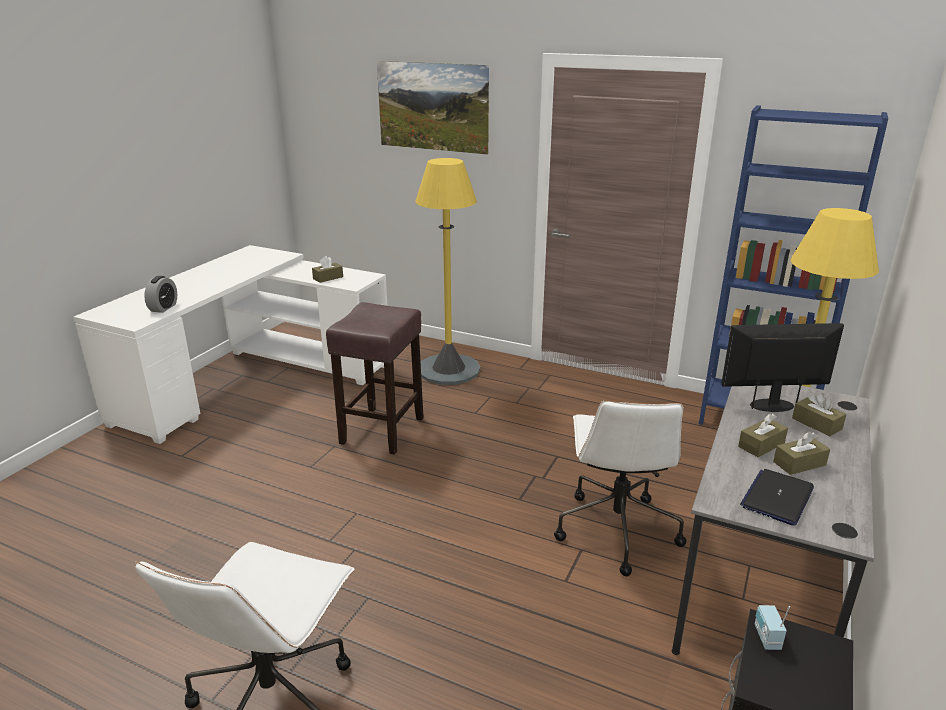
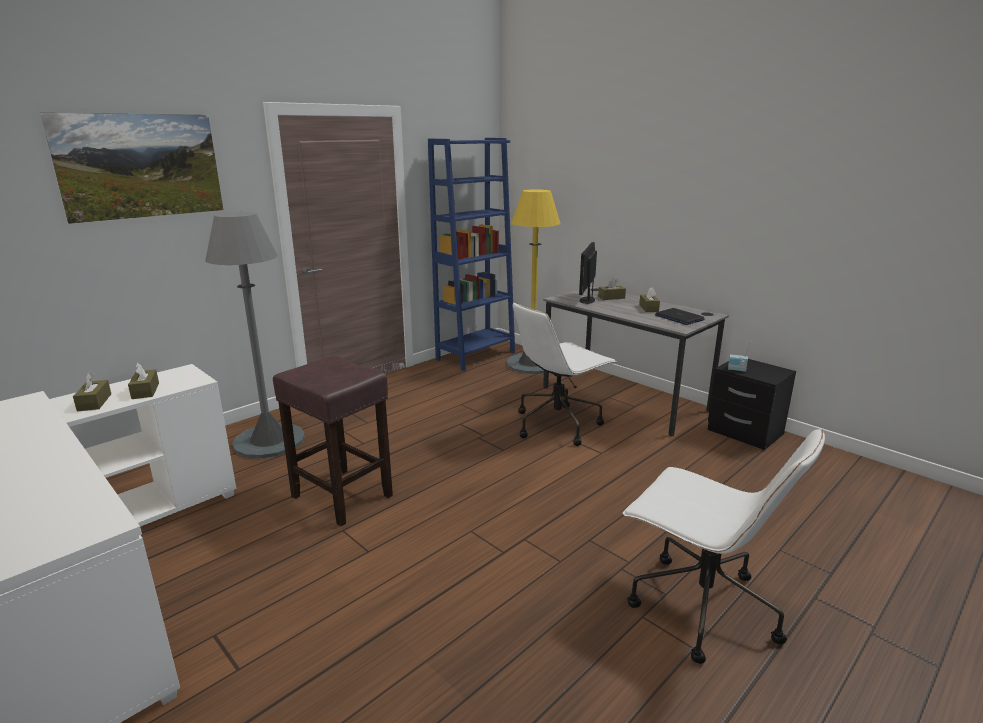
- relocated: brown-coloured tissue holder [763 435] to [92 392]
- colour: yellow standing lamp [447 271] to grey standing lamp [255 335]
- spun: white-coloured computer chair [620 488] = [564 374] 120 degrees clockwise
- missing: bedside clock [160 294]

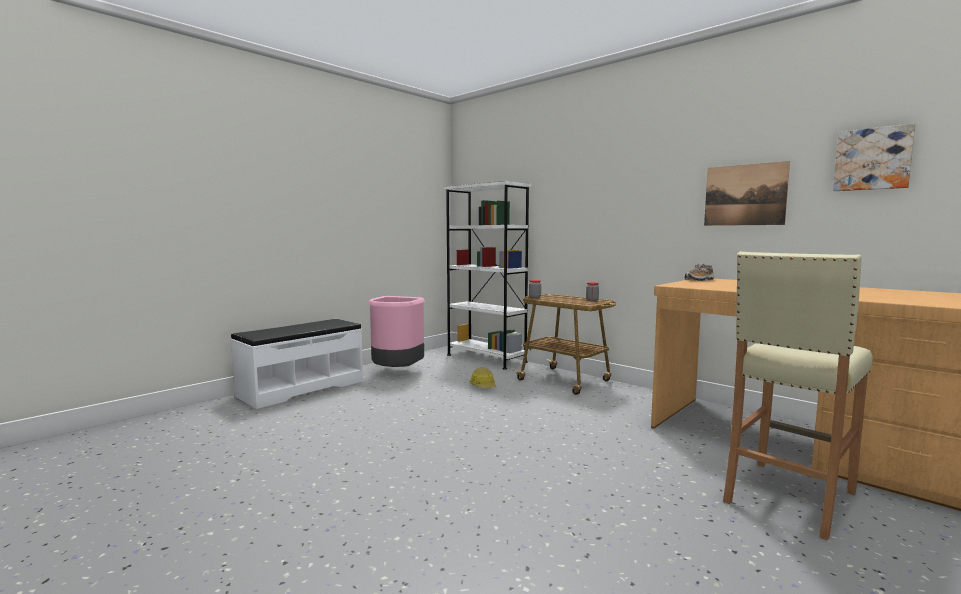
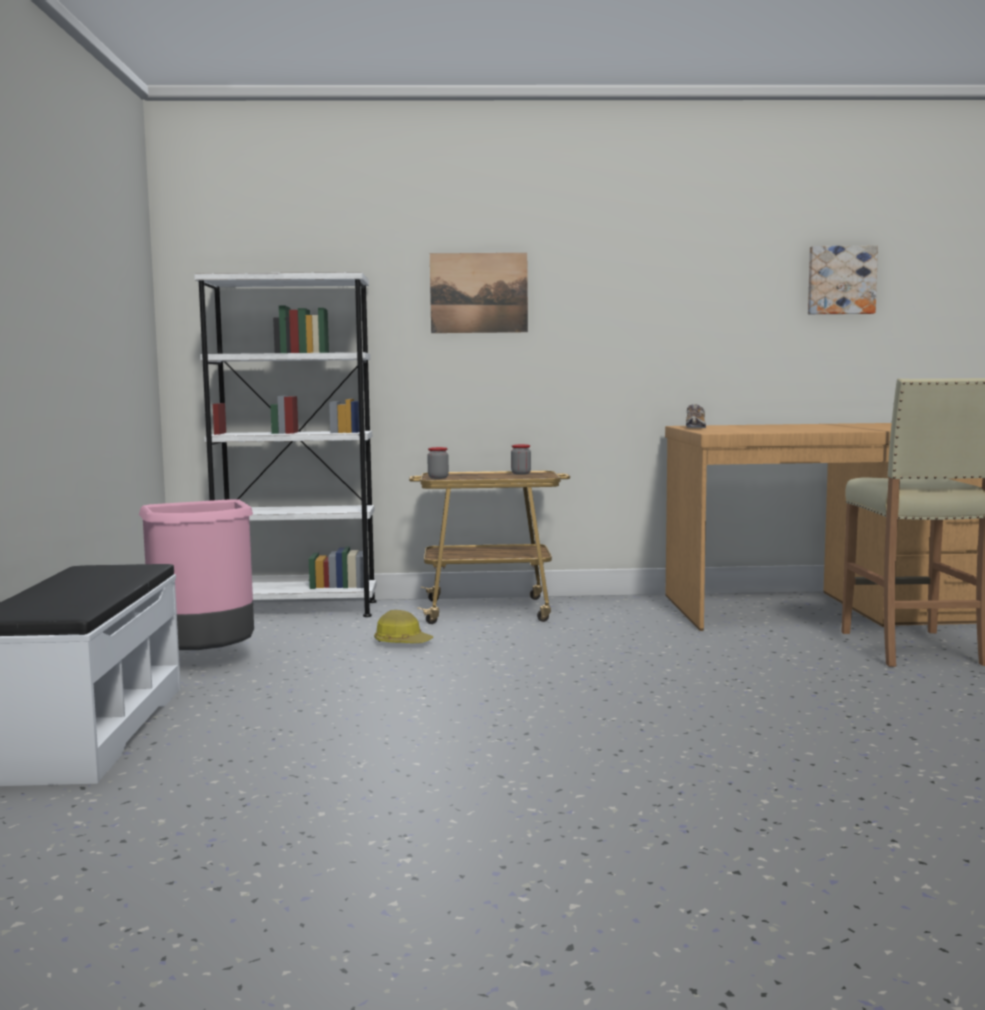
- relocated: picture [747 193] to [479 293]

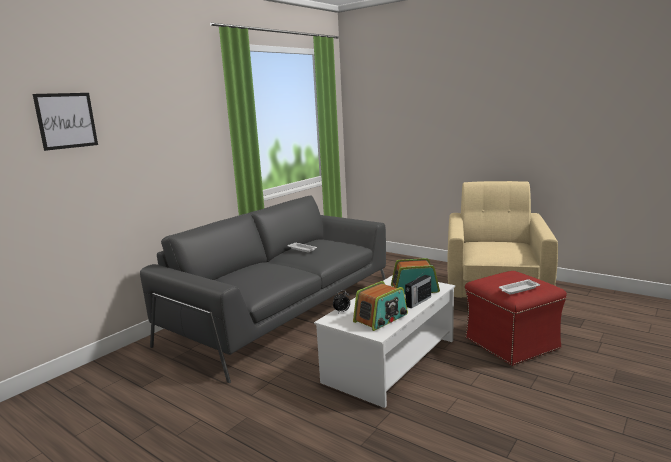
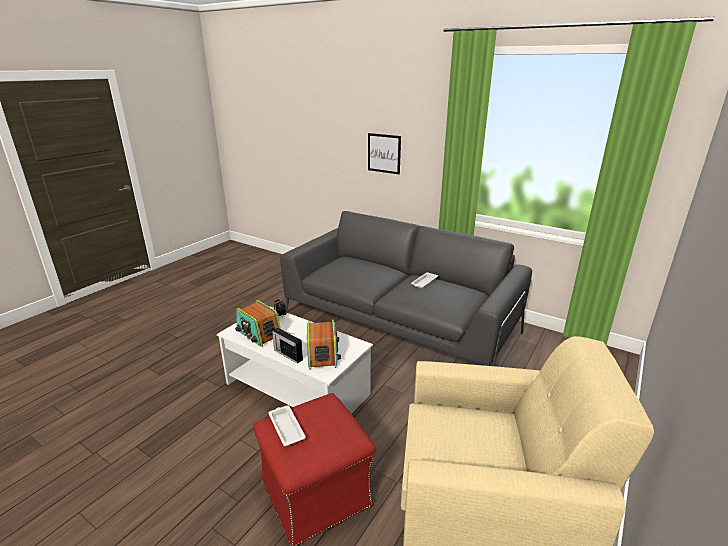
- relocated: picture [65 122] to [384 153]

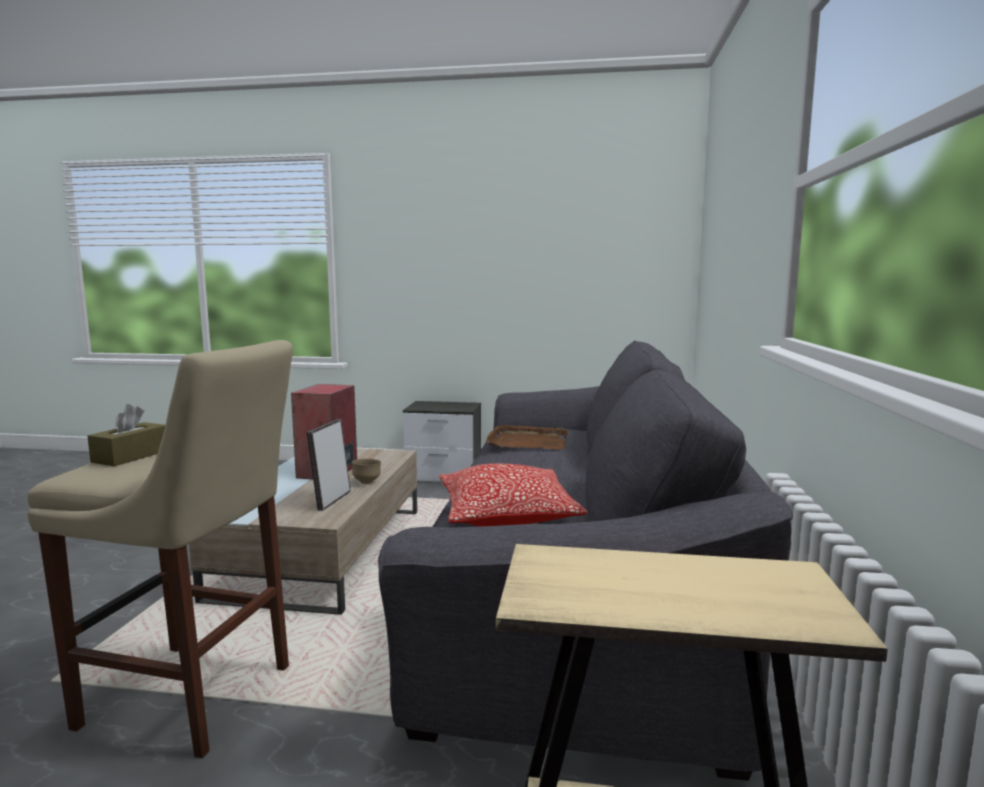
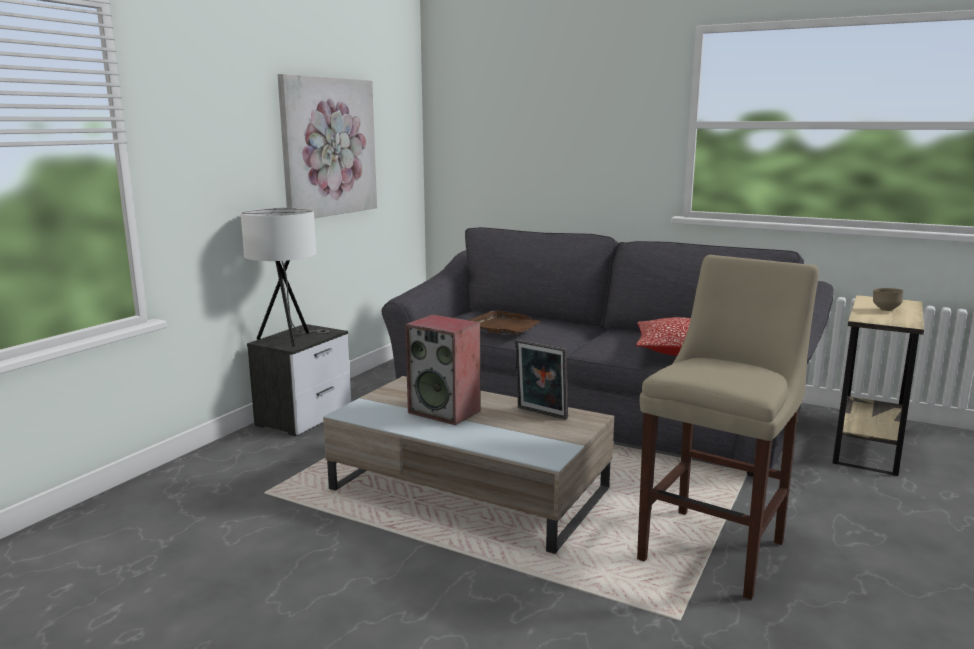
- appeared: white-coloured table lamp [285 277]
- appeared: picture [327 146]
- relocated: brown-coloured deep dish [366 471] to [888 299]
- missing: brown-coloured tissue holder [126 435]

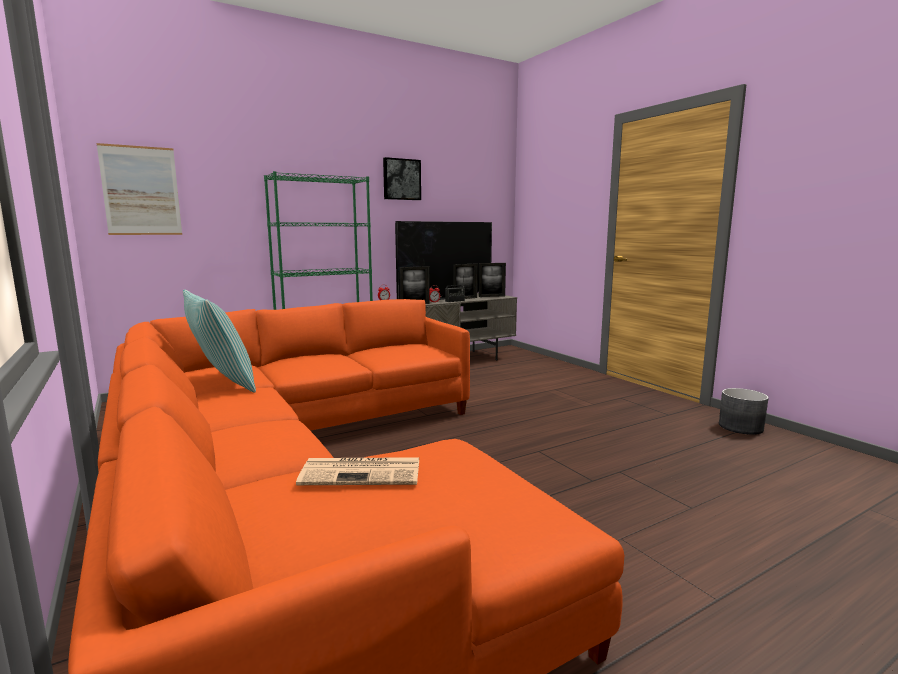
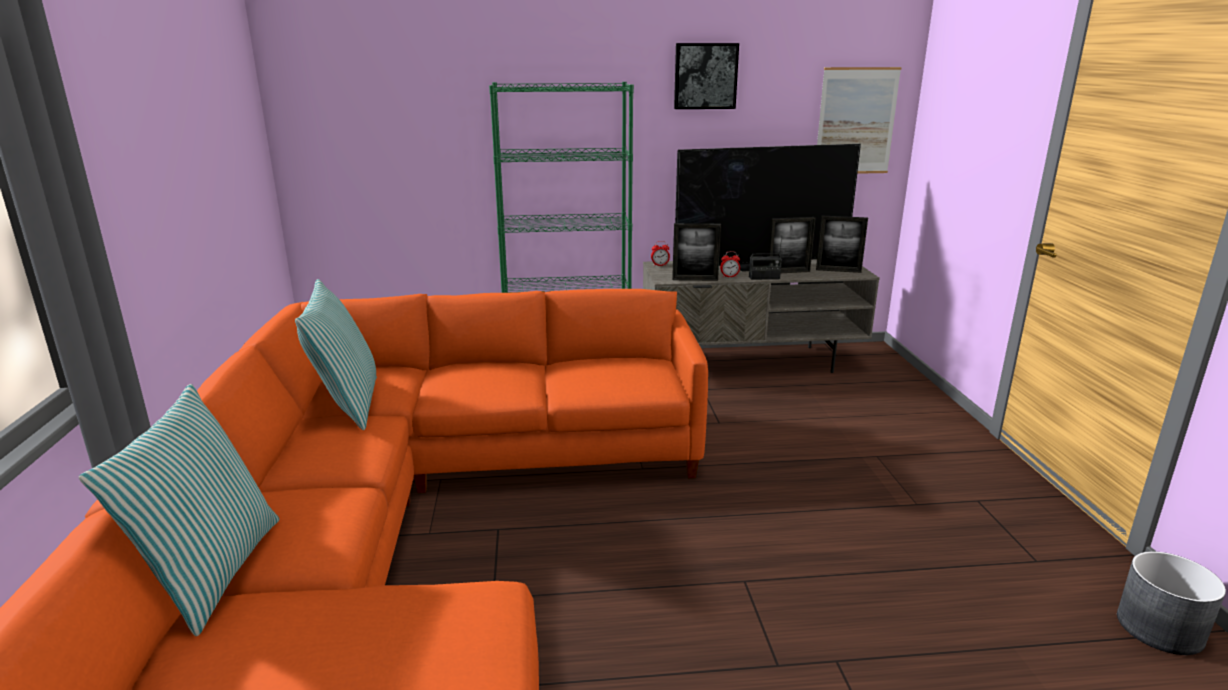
- appeared: throw pillow [179 510]
- relocated: picture [139 189] to [859 120]
- missing: daily paper [357 471]

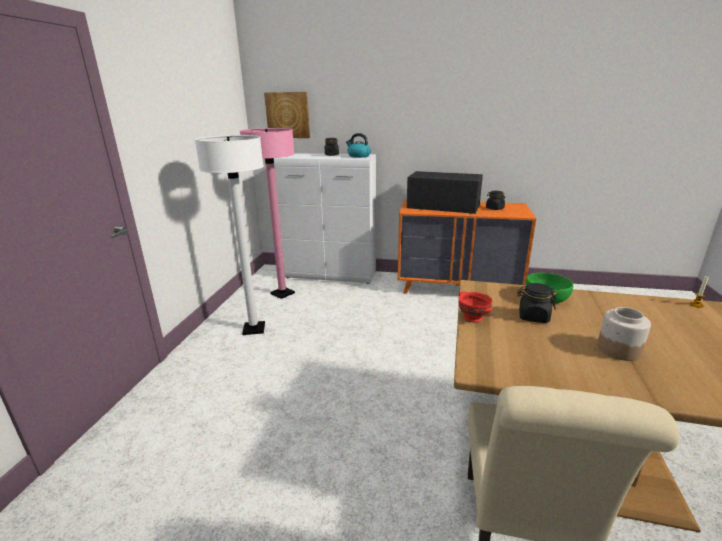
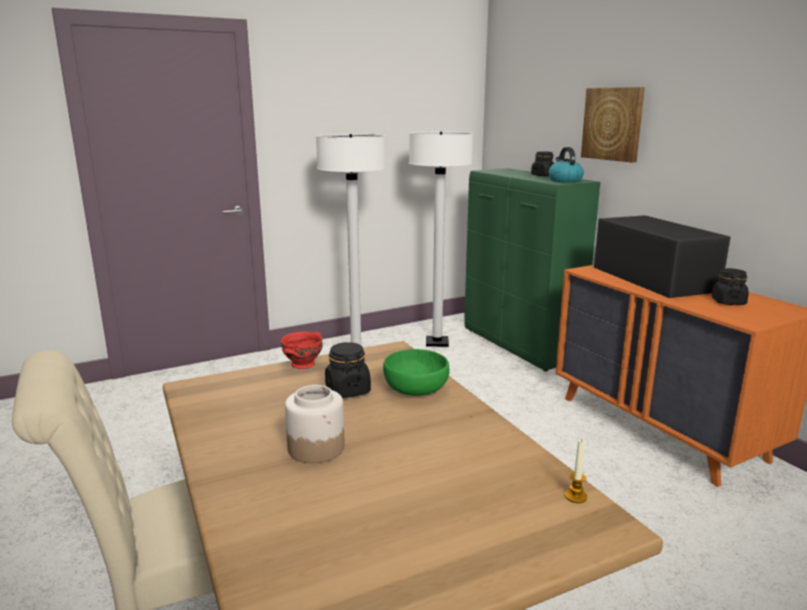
- colour: pink standing lamp [267 213] to white-coloured standing lamp [441 239]
- colour: white-coloured cabinet [325 218] to greenish cabinet [532 270]
- relocated: picture [287 115] to [613 125]

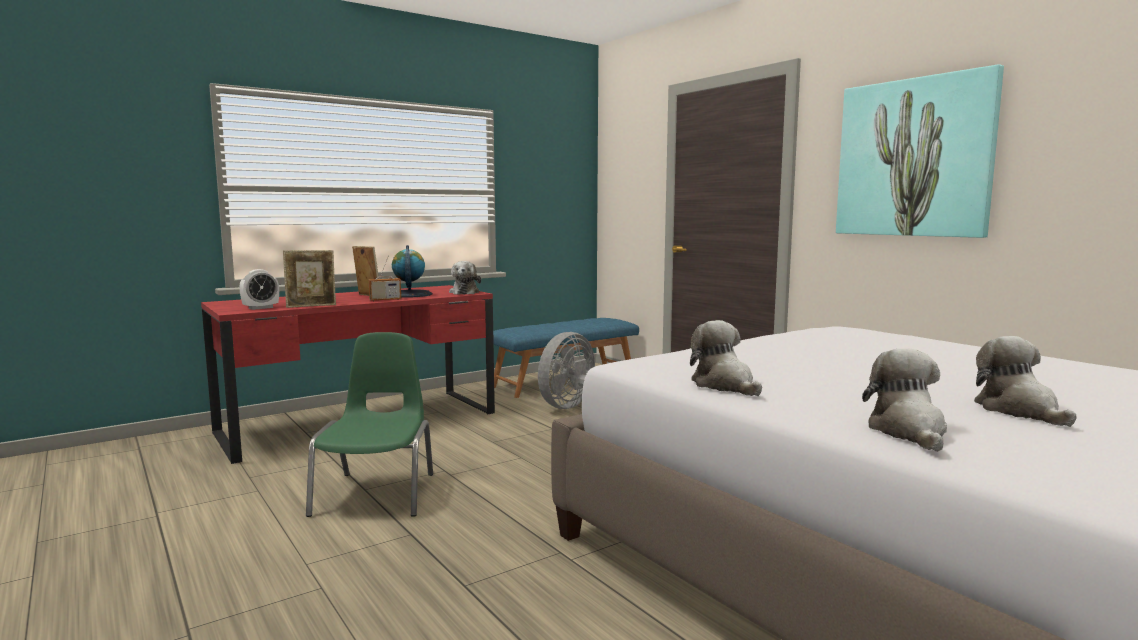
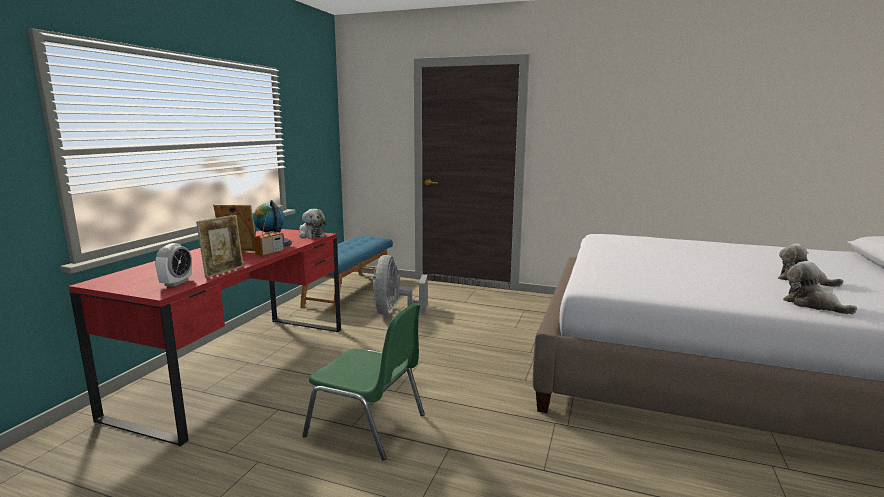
- spun: greenish plain chair [369 424] = [363 381] 150 degrees clockwise
- missing: soft toy [726 358]
- missing: picture [920 151]

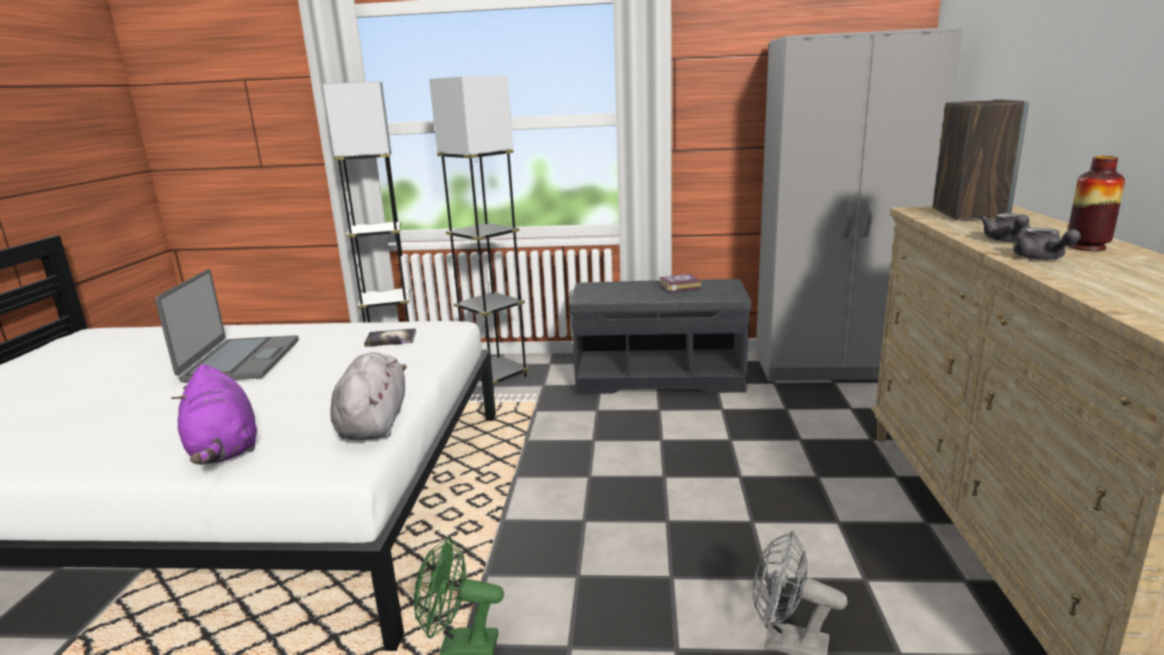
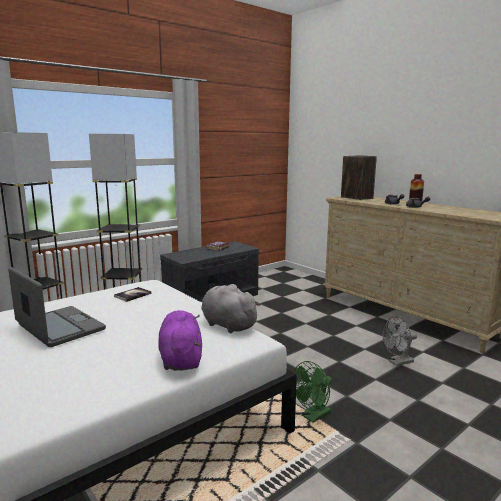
- spun: purple-coloured soft toy [214 414] = [180 340] 120 degrees counterclockwise
- missing: grey armoire [859 204]

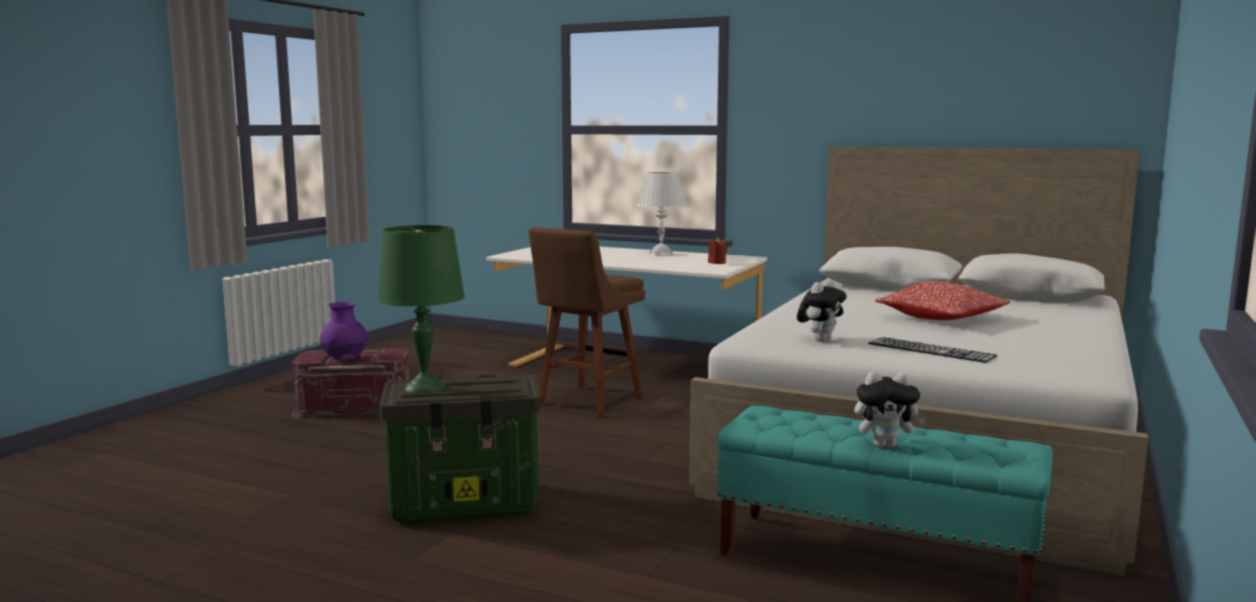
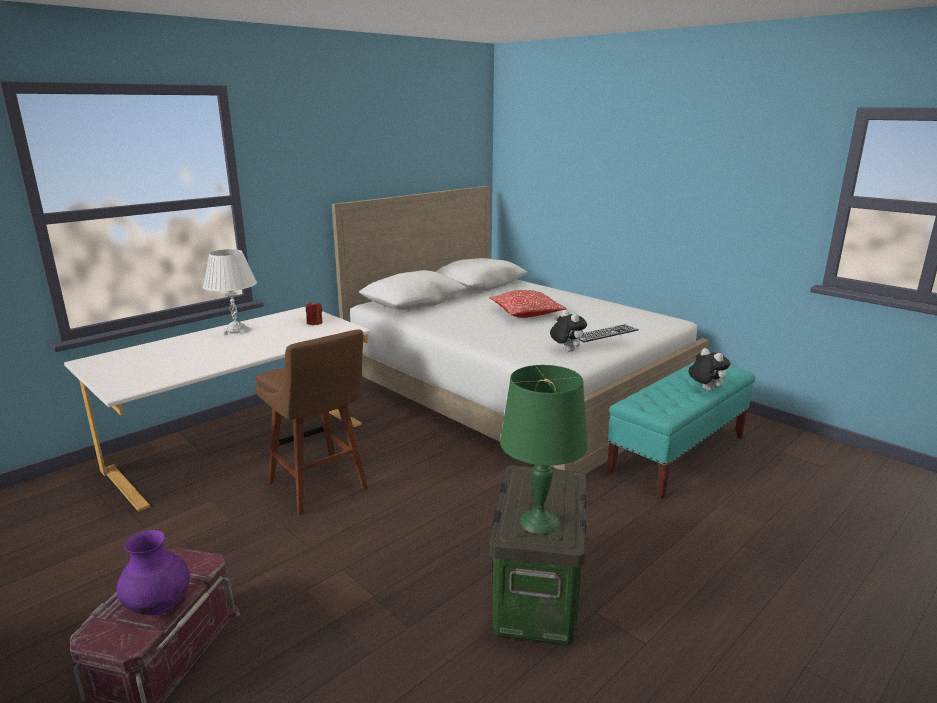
- spun: soft toy [890 410] = [709 369] 60 degrees counterclockwise

